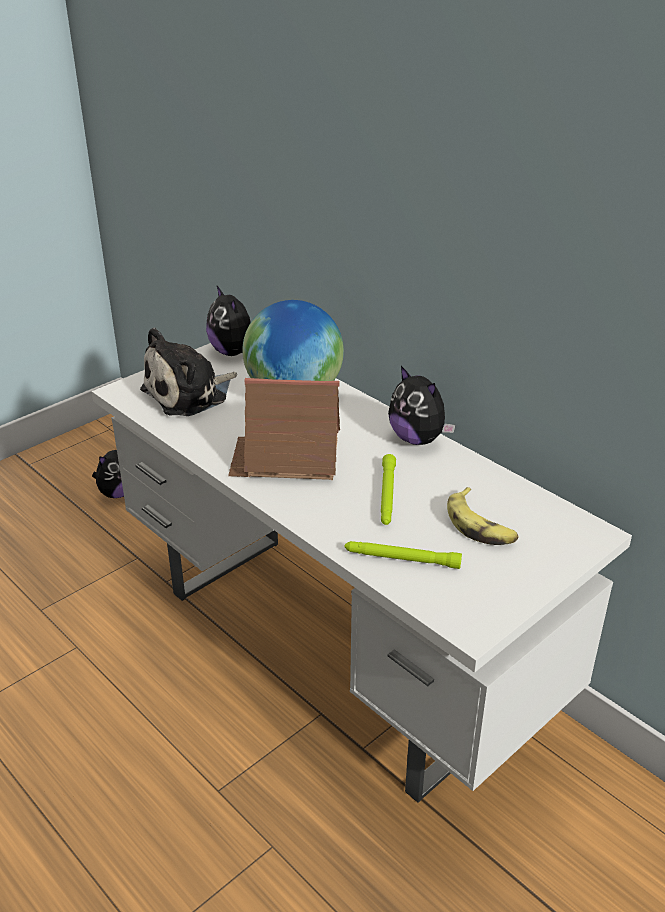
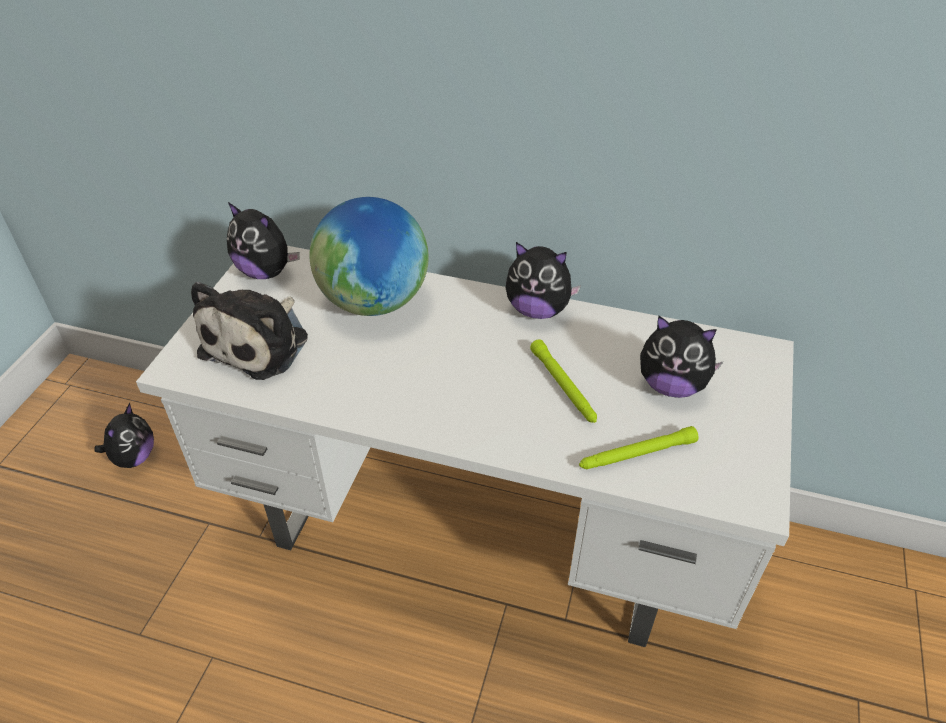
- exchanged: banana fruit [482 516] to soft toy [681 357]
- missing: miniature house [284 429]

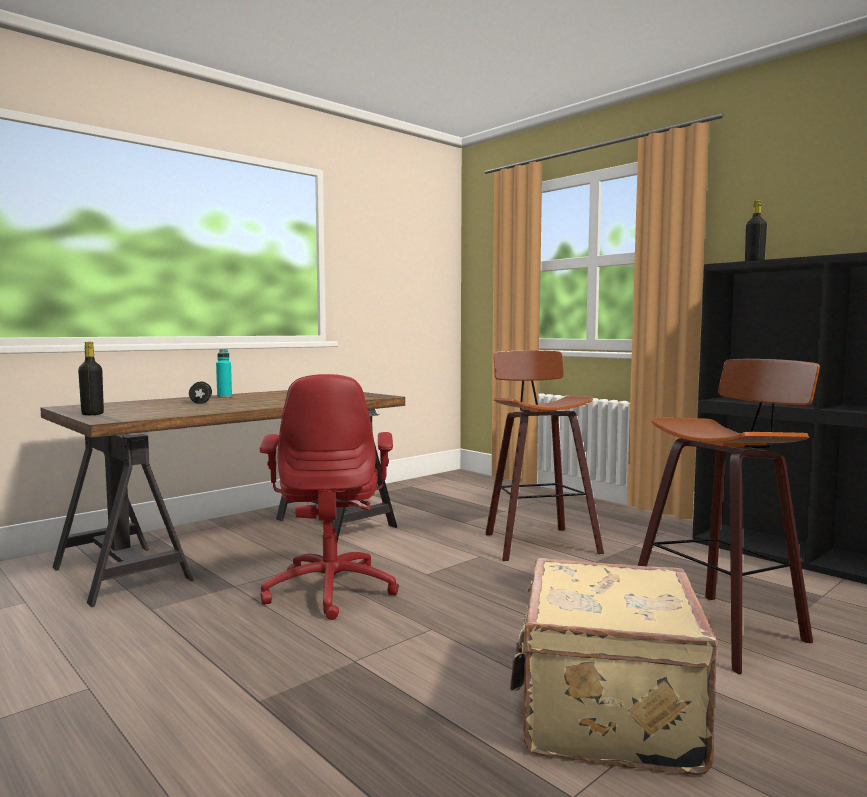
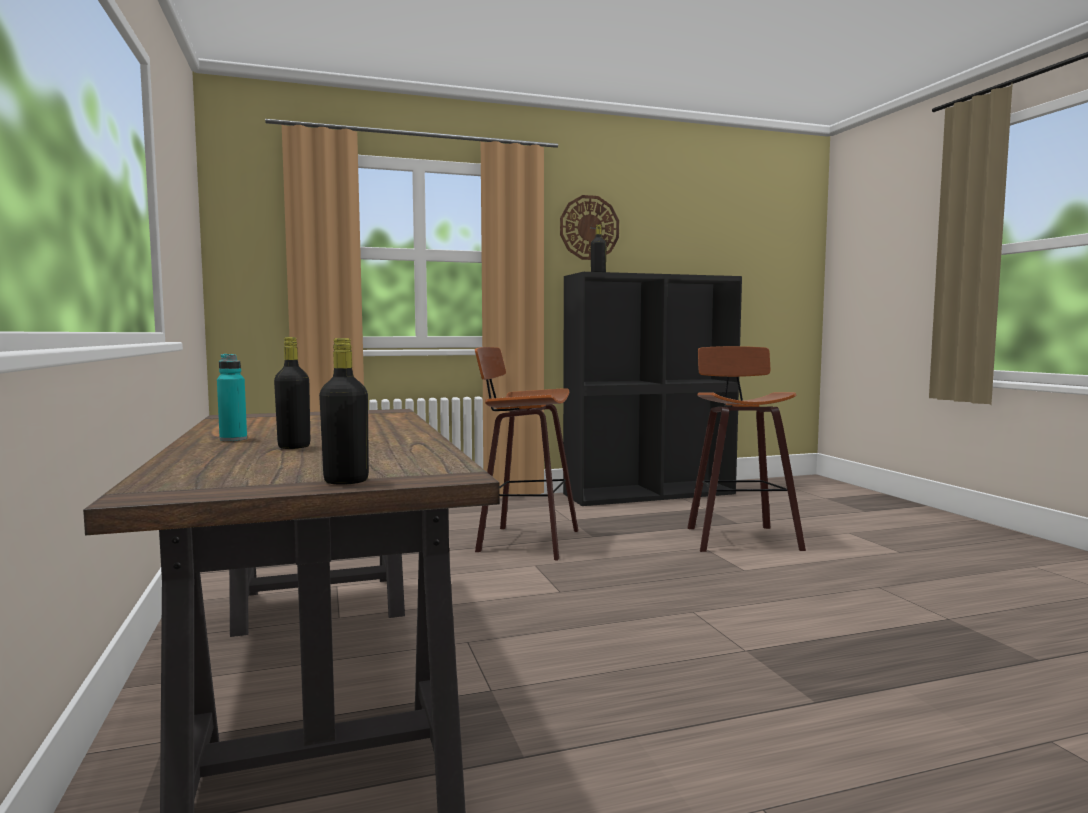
- exchanged: black-coloured hand weight [200 393] to black-coloured bottle [292 393]
- appeared: wall clock [589 227]
- missing: reddish computer chair [329 497]
- missing: beige travel case [614 666]

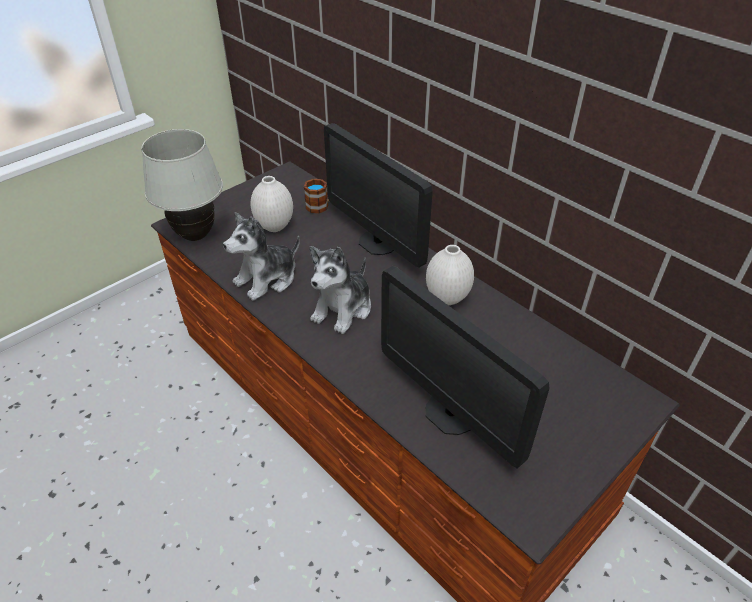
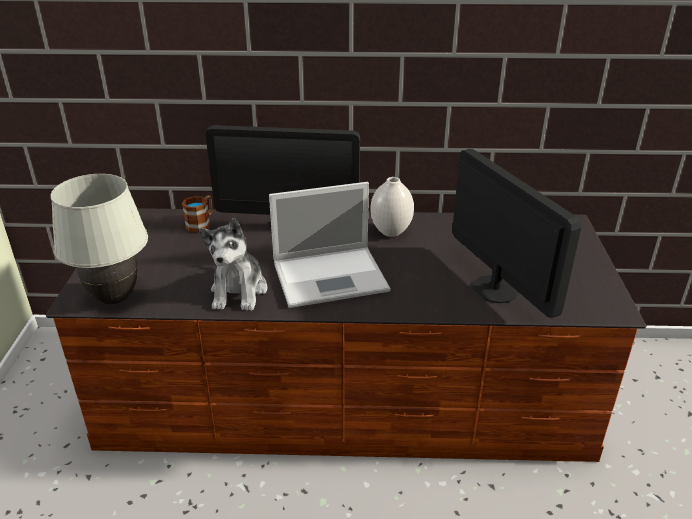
- exchanged: soft toy [340 290] to laptop [330 245]
- spun: monitor [465 367] = [517 233] 120 degrees counterclockwise
- missing: white-coloured decorative vase [272 204]

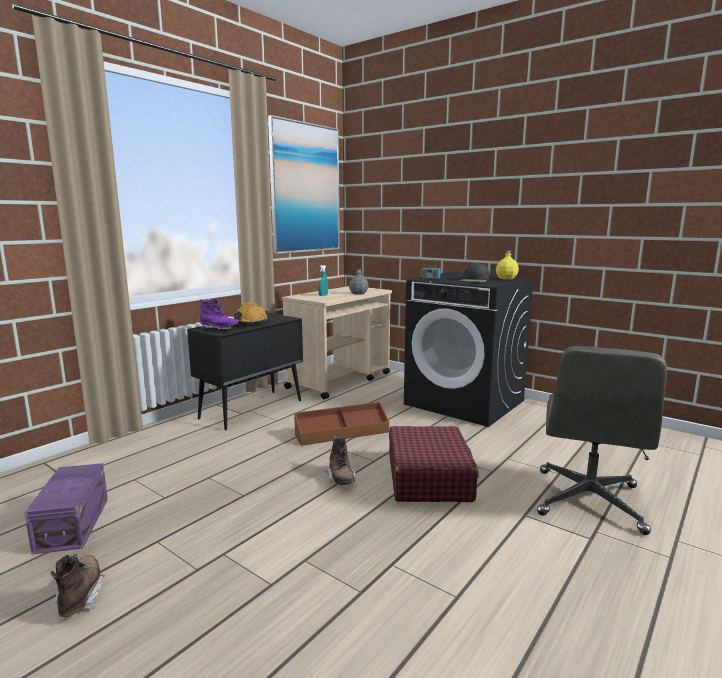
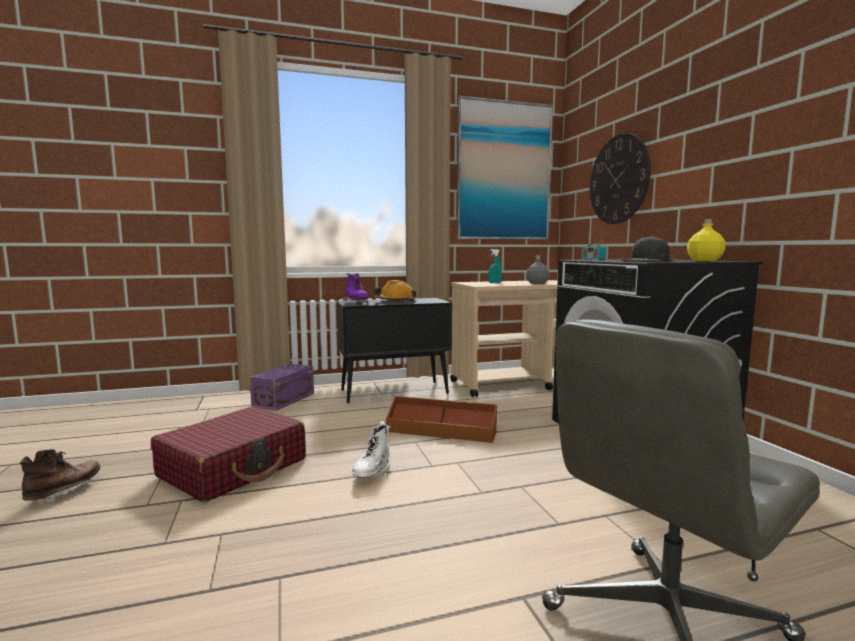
- relocated: reddish travel case [434 464] to [228 454]
- relocated: purple-coloured storage bin [66 509] to [282 387]
- colour: brown-coloured high-top boot [340 460] to white-coloured high-top boot [371 450]
- appeared: wall clock [620 178]

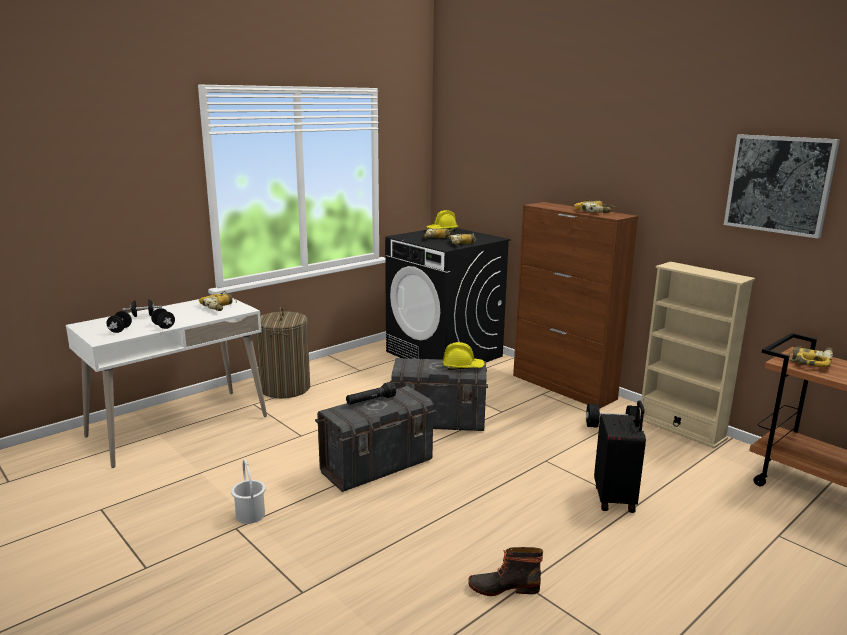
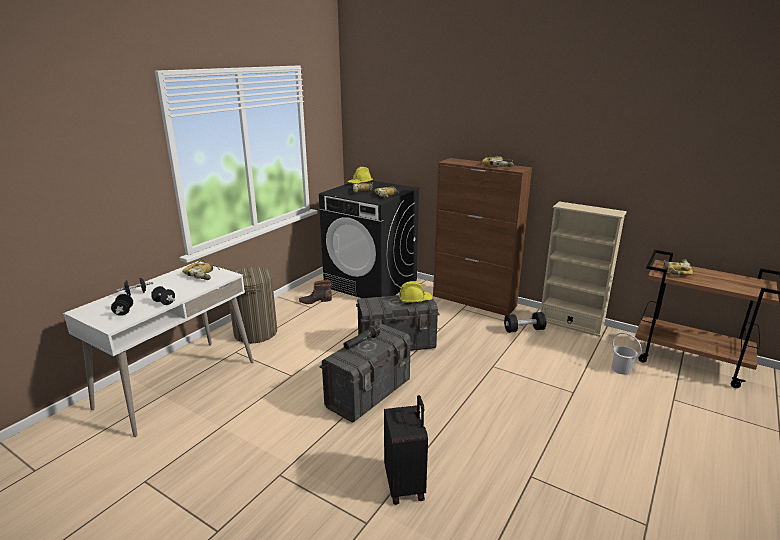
- relocated: high-top boot [505 571] to [315 292]
- relocated: black-coloured travel case [620 456] to [406 450]
- relocated: white-coloured pail [248 491] to [626 353]
- missing: picture [782 186]

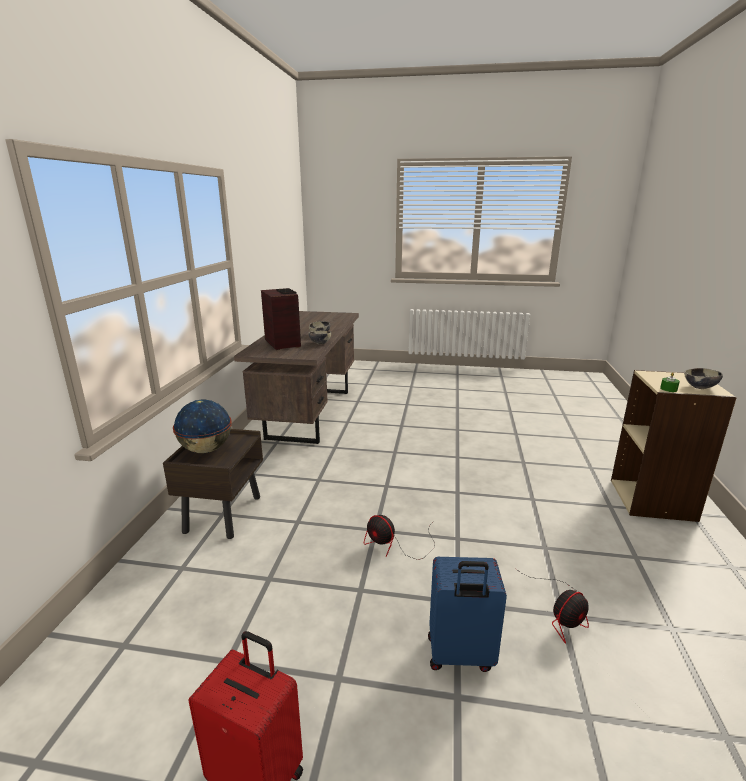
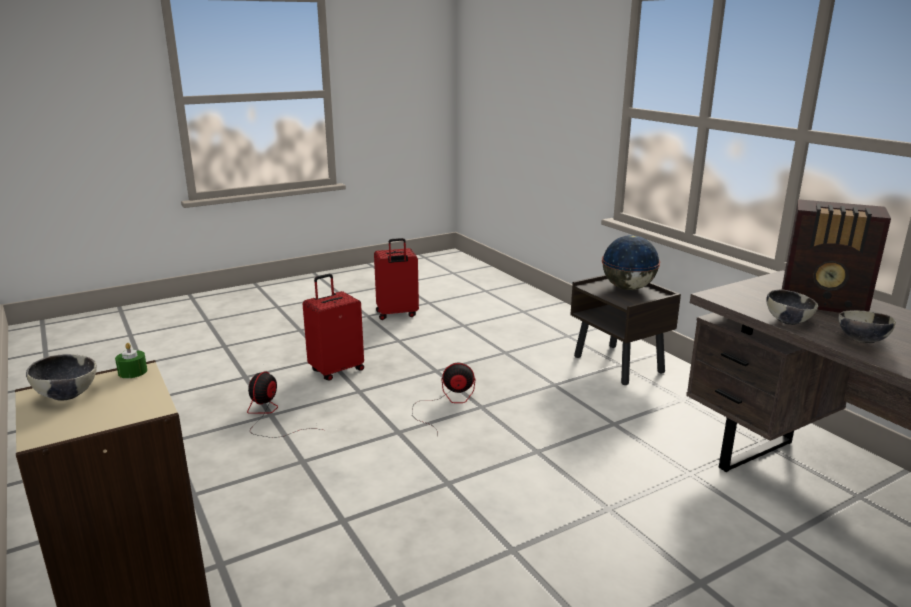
- colour: blue-coloured travel case [467 614] to reddish travel case [333 327]

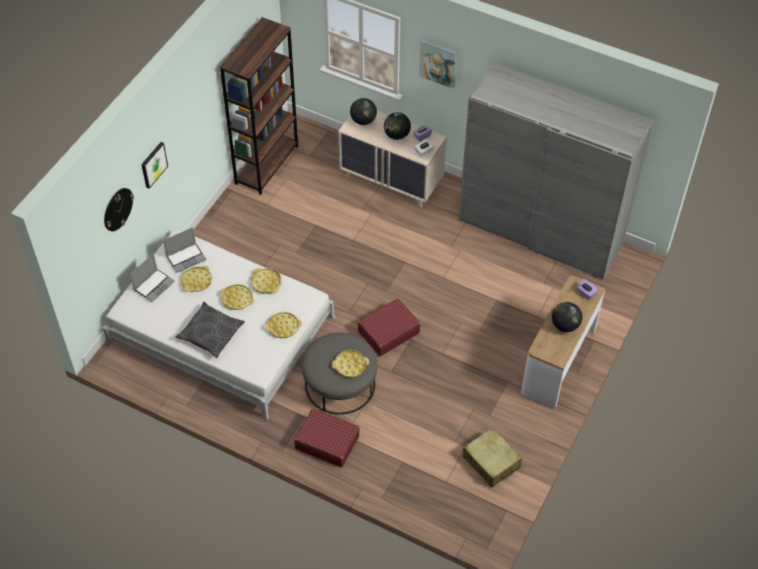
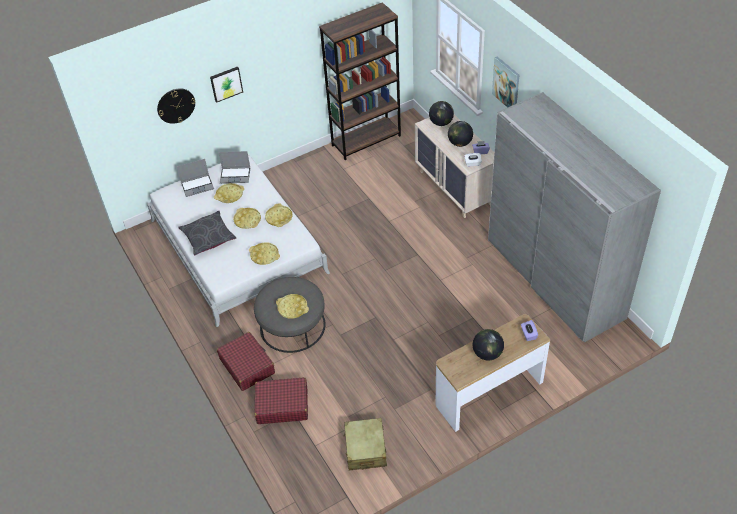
- relocated: reddish travel case [389 327] to [281 400]

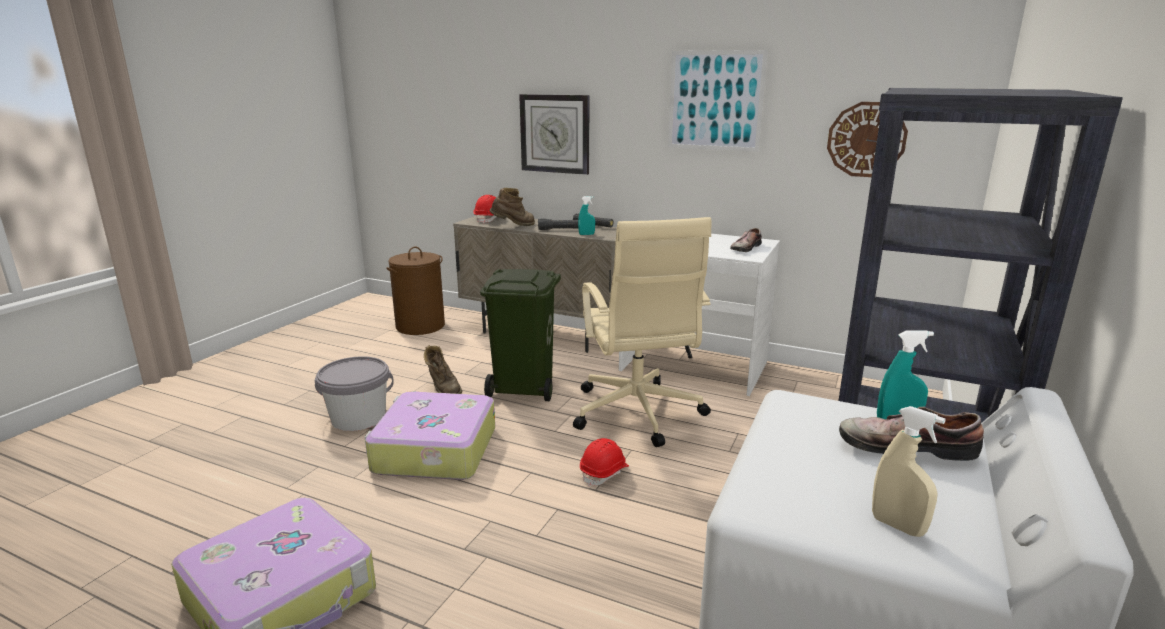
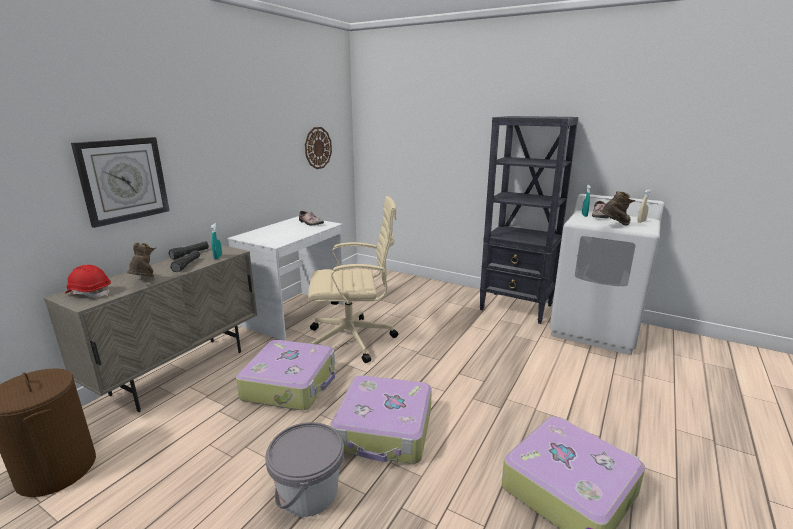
- exchanged: greenish rubbish bin [520 335] to travel case [285 375]
- relocated: brown-coloured high-top boot [443 369] to [617 208]
- missing: reddish safety helmet [604 462]
- missing: picture [718 101]

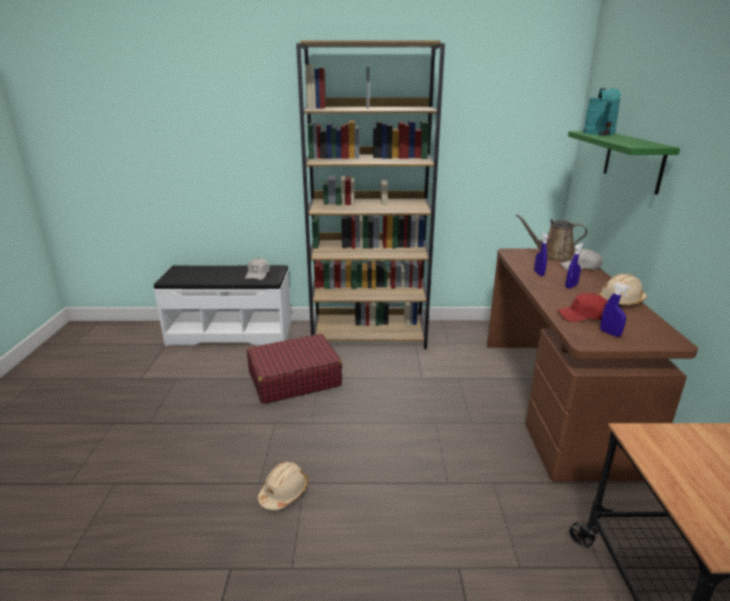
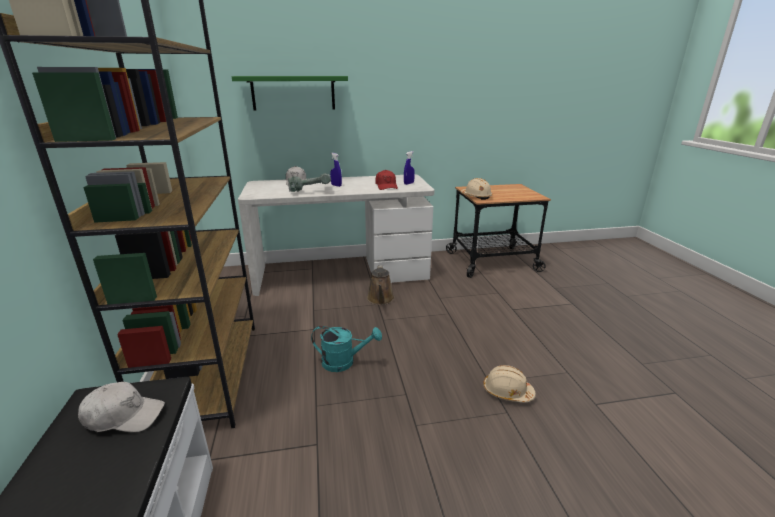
- colour: brown-coloured desk [592 365] to white-coloured desk [336 235]
- exchanged: blue-coloured sprayer [541 254] to drill [309 182]
- relocated: blue-green sprinkling can [602 111] to [346 349]
- relocated: brown-coloured sprinkling can [551 237] to [381 285]
- relocated: beige safety helmet [623 290] to [477 189]
- missing: reddish travel case [294 369]

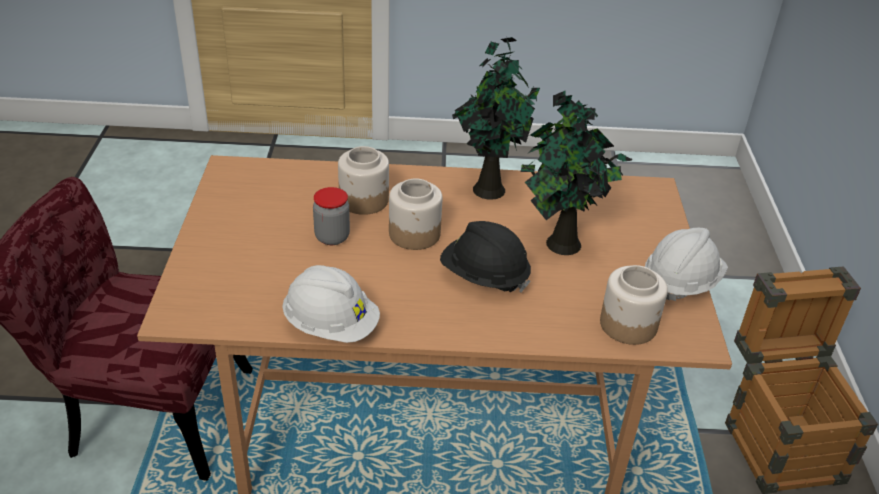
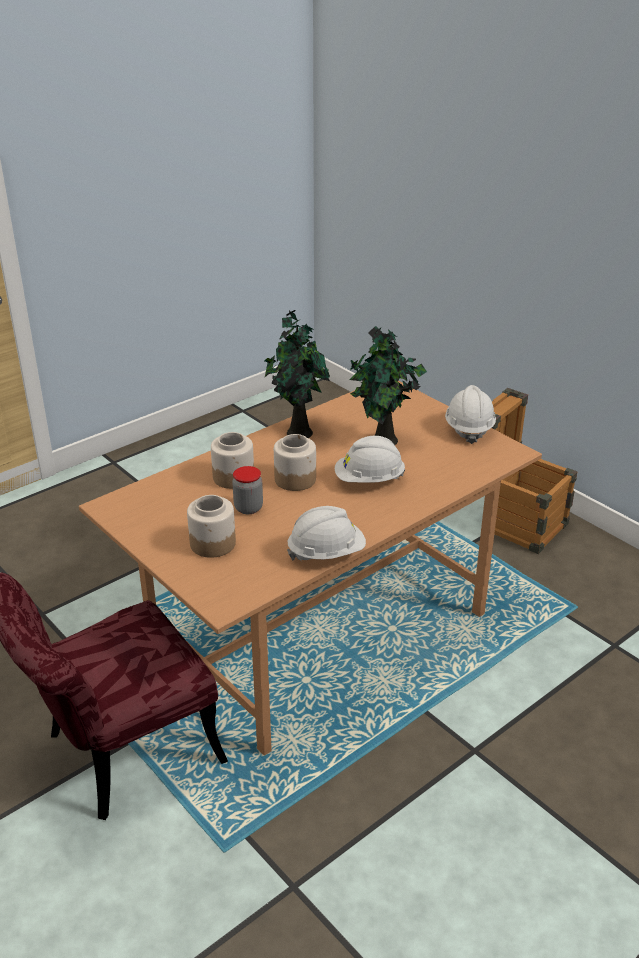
- relocated: jar [634 305] to [211 526]
- colour: black-coloured safety helmet [485 256] to white-coloured safety helmet [370 459]

